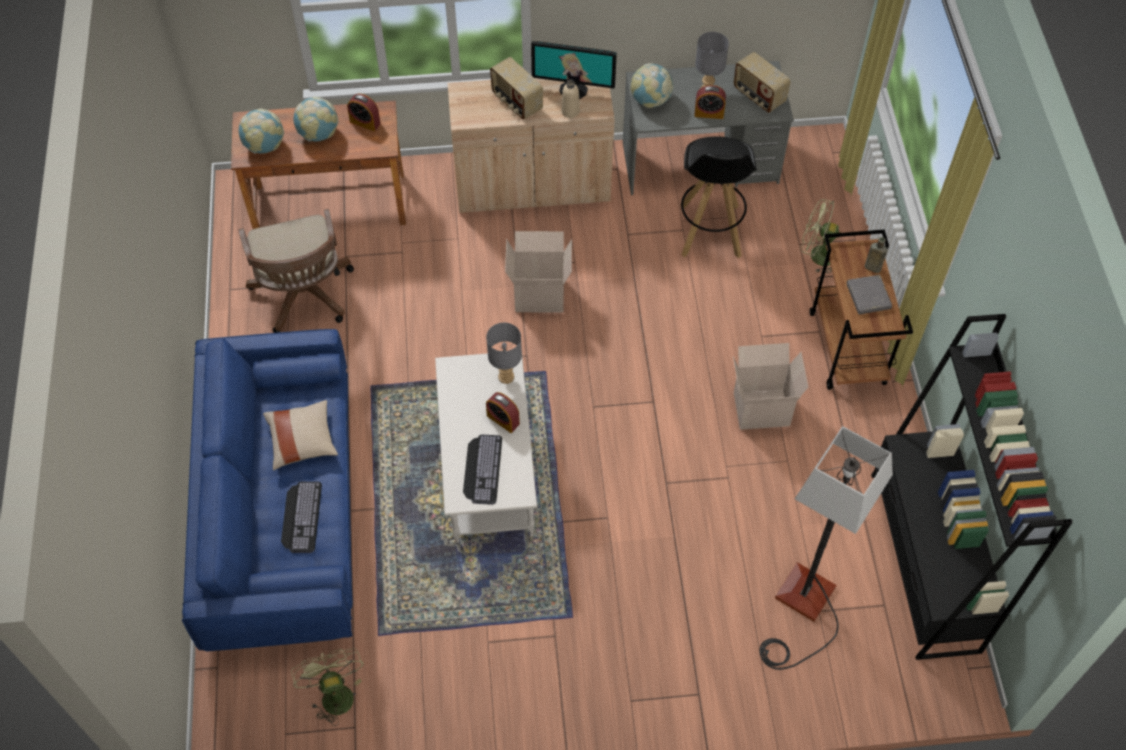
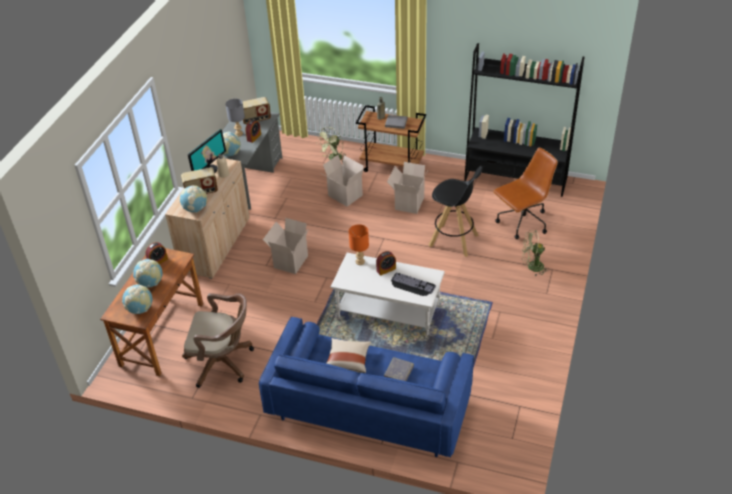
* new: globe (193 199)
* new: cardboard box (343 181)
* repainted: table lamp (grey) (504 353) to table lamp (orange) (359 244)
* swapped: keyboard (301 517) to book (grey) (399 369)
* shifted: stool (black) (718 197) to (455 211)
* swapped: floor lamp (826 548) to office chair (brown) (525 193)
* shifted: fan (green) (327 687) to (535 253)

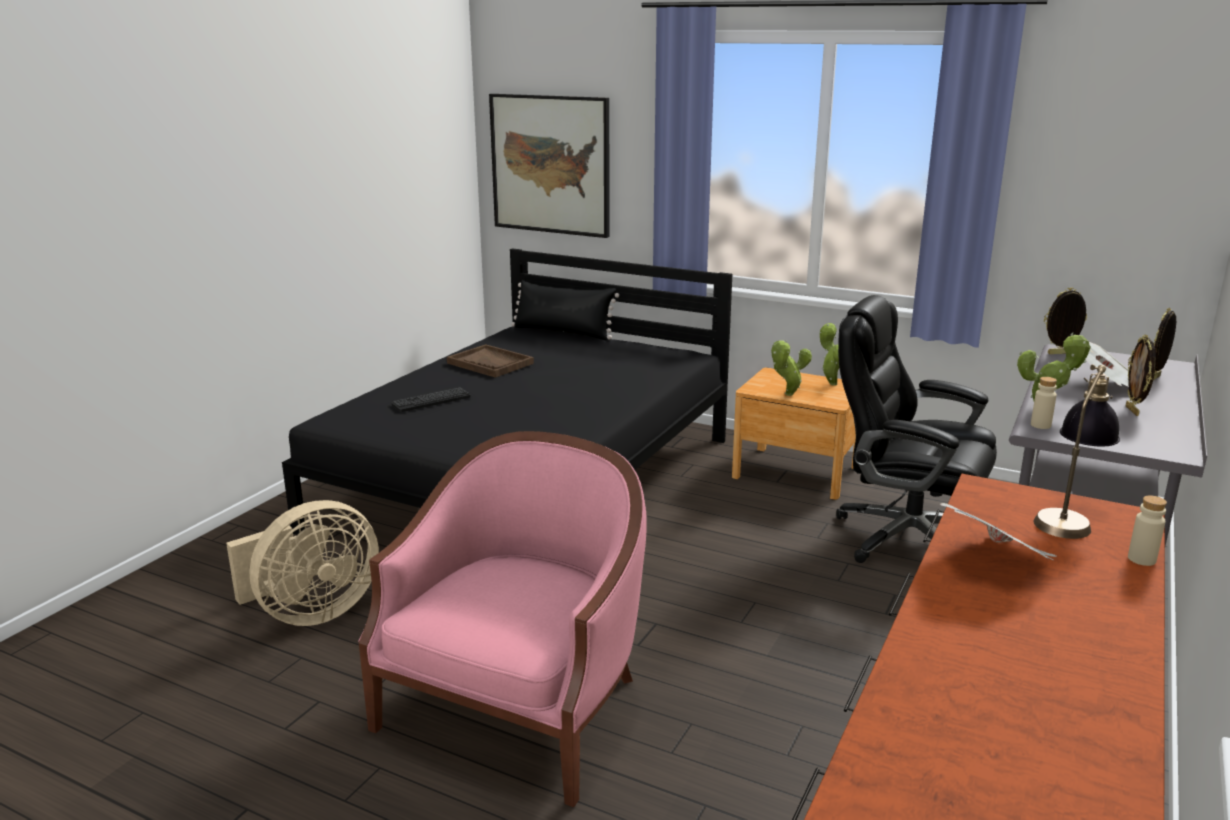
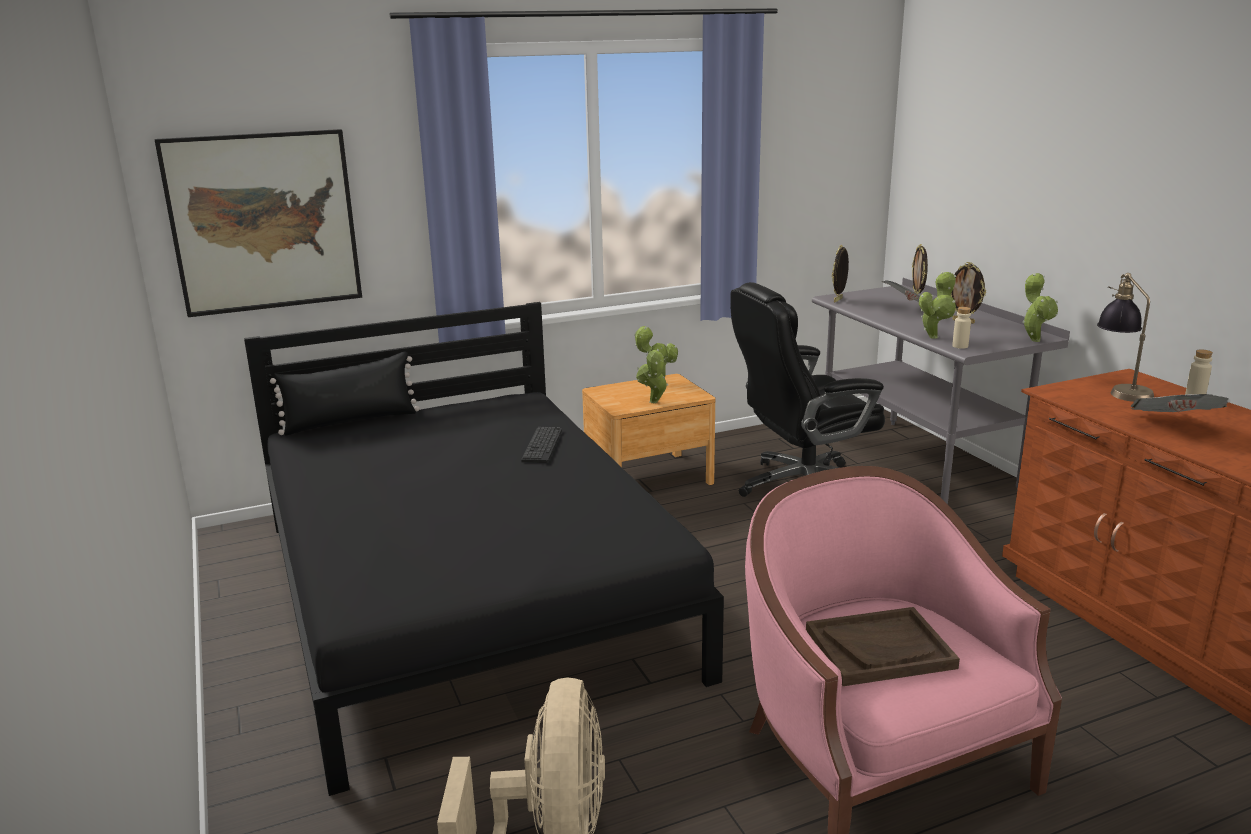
* shifted: keyboard (431 399) to (541 445)
* shifted: tray (brown) (490 361) to (883 646)
* new: potted plant (1040 307)

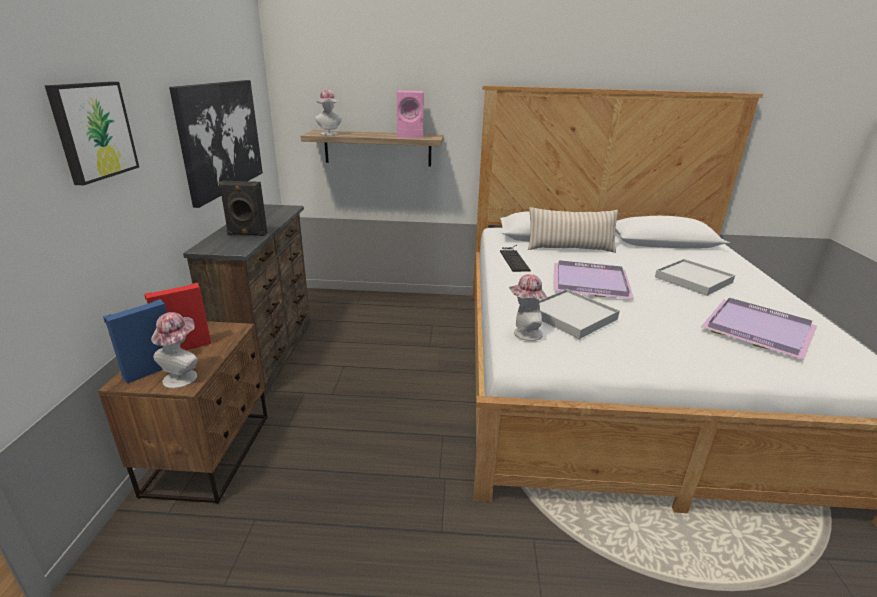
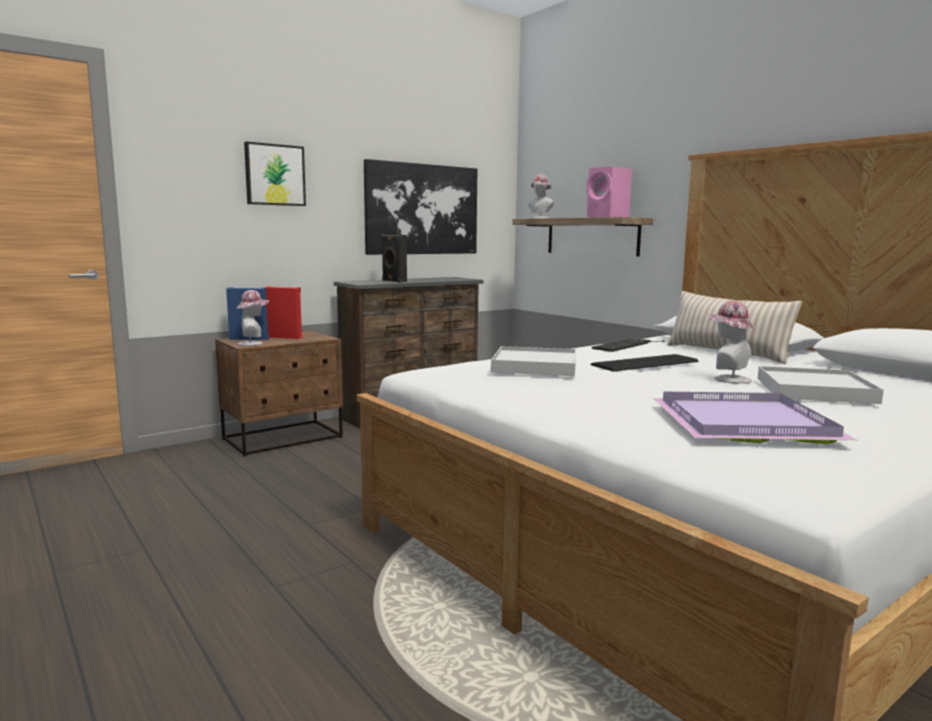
* swapped: tray (purple) (593 279) to keyboard (644 362)
* shifted: hat (528 307) to (731 342)

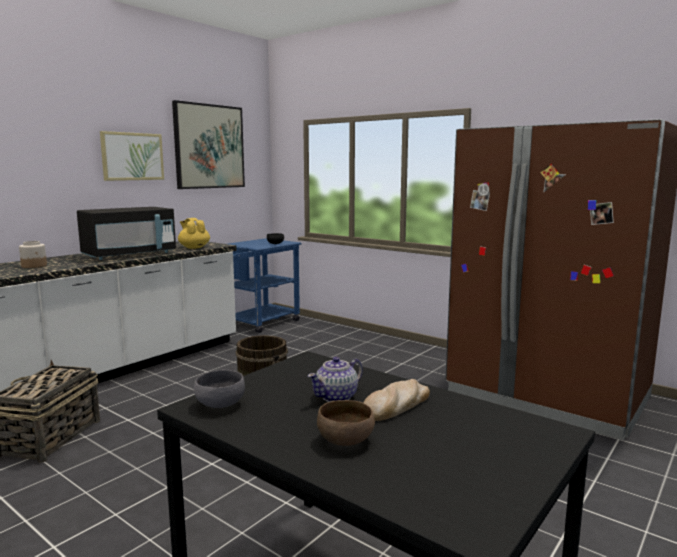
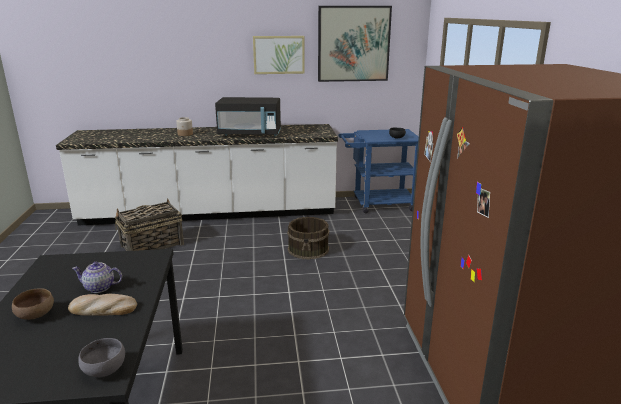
* shifted: bowl (grey) (219 389) to (101 357)
* gone: teapot (yellow) (194 233)

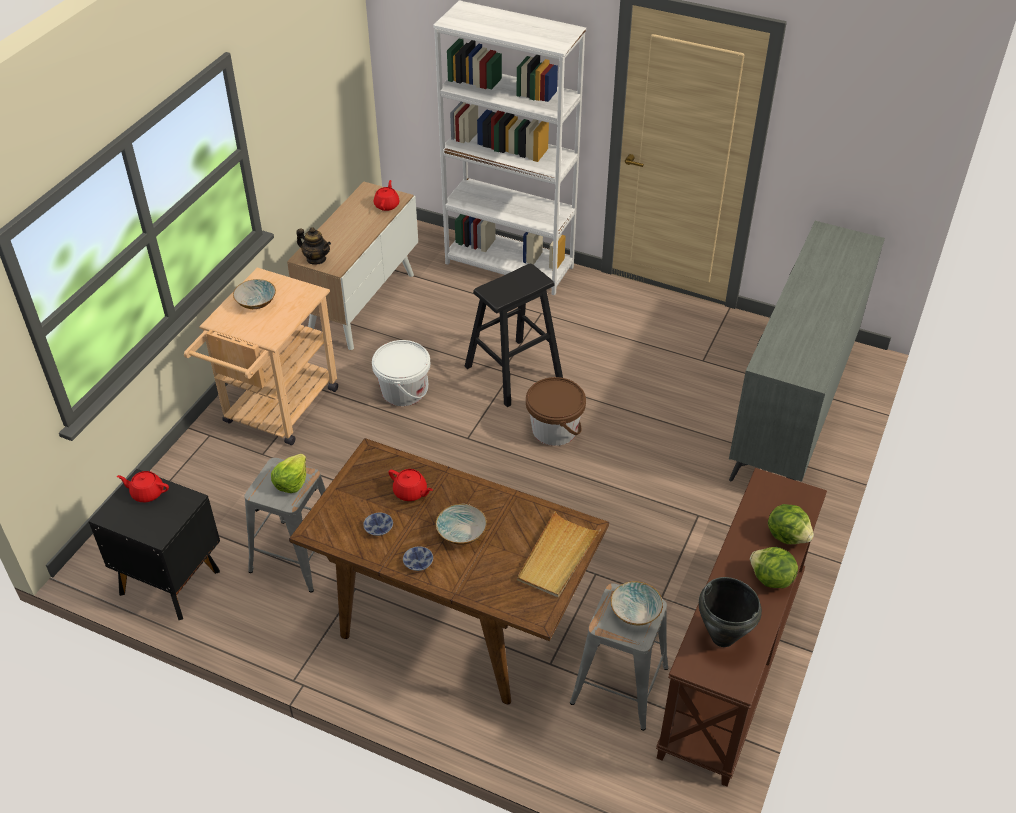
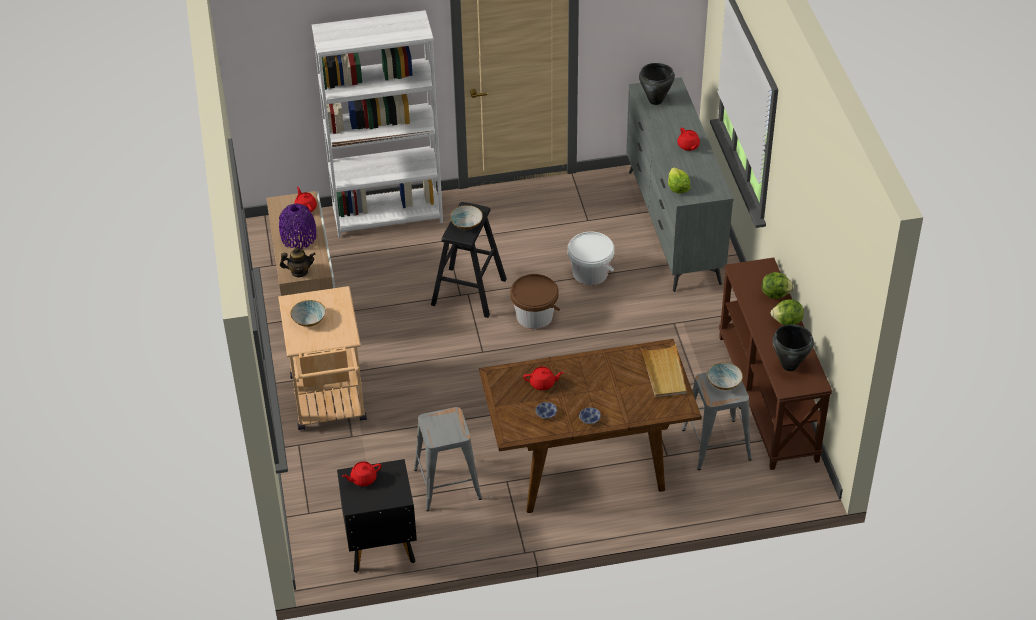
* new: vase (purple) (297 226)
* shifted: bowl (461 524) to (466 217)
* shifted: bucket (white) (401 373) to (591 258)
* new: cooking pot (black) (657 84)
* shifted: lettuce (288 473) to (679 180)
* new: teapot (red) (688 139)

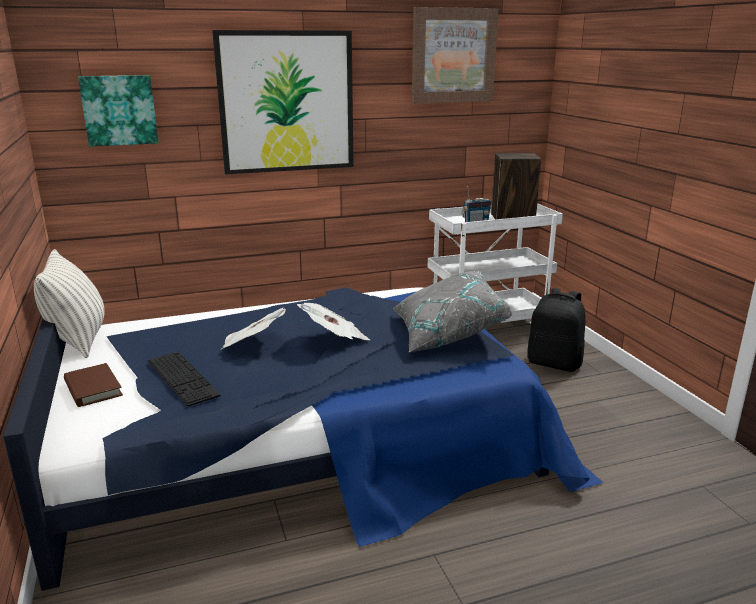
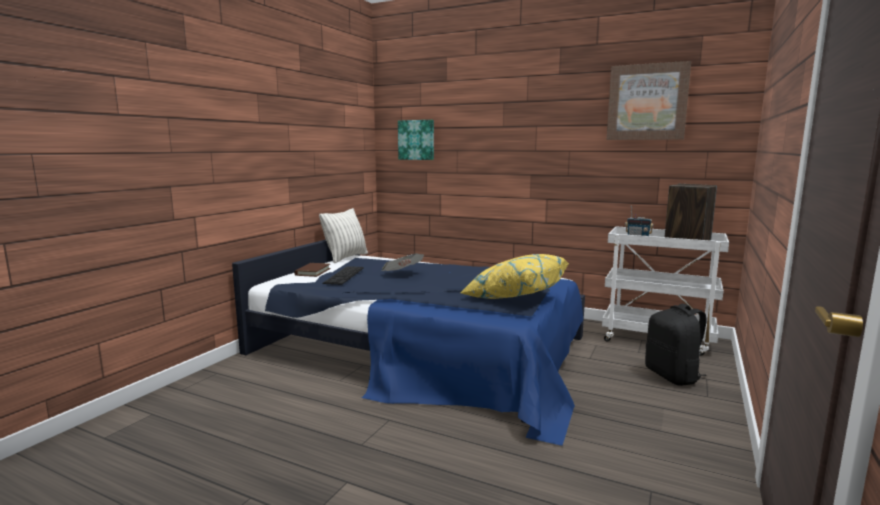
* repainted: pillow (grey) (453 311) to pillow (yellow) (515 276)
* gone: picture (283 102)
* gone: newspaper (334 321)

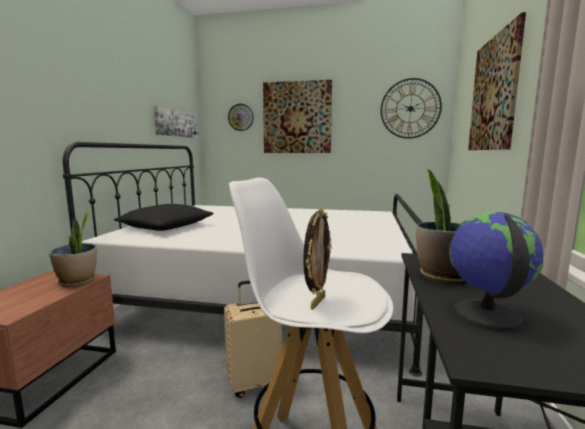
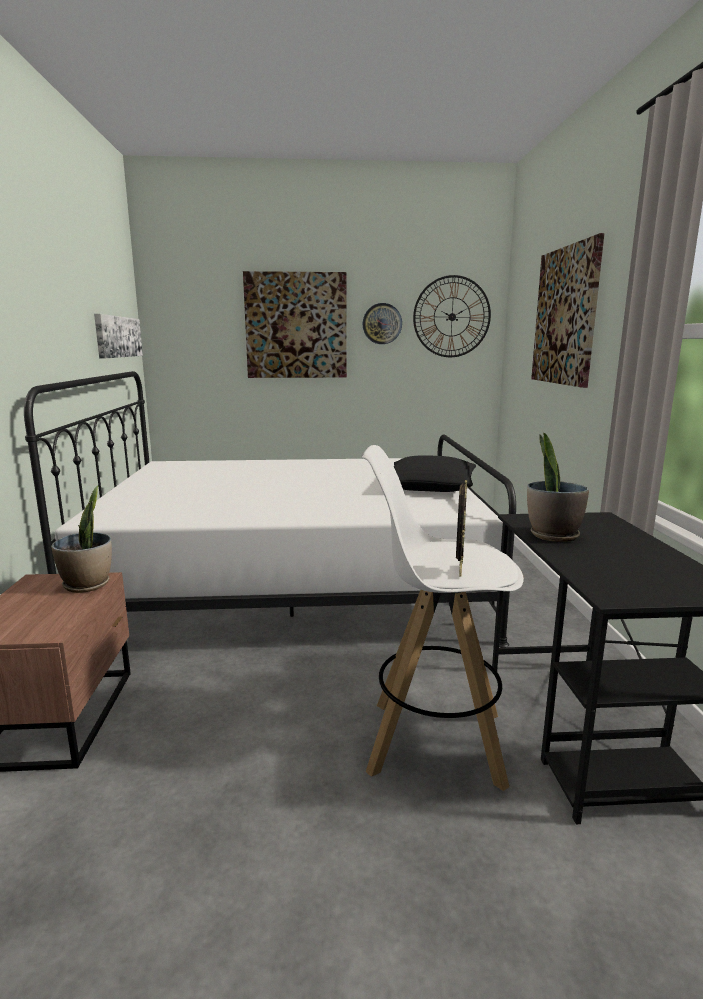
* shifted: wall clock (241 117) to (382 323)
* shifted: pillow (black) (164 217) to (435 473)
* gone: suitcase (beige) (253 339)
* gone: globe (496 271)

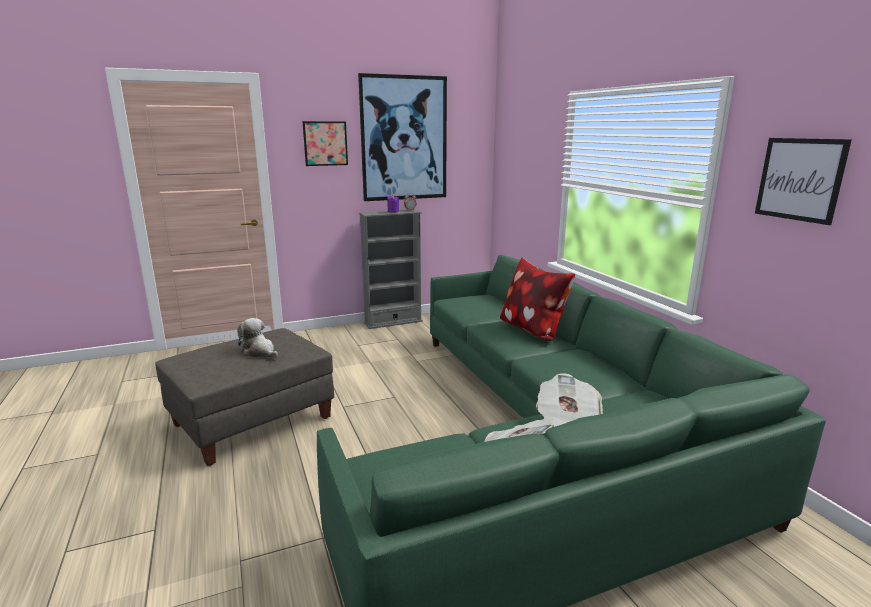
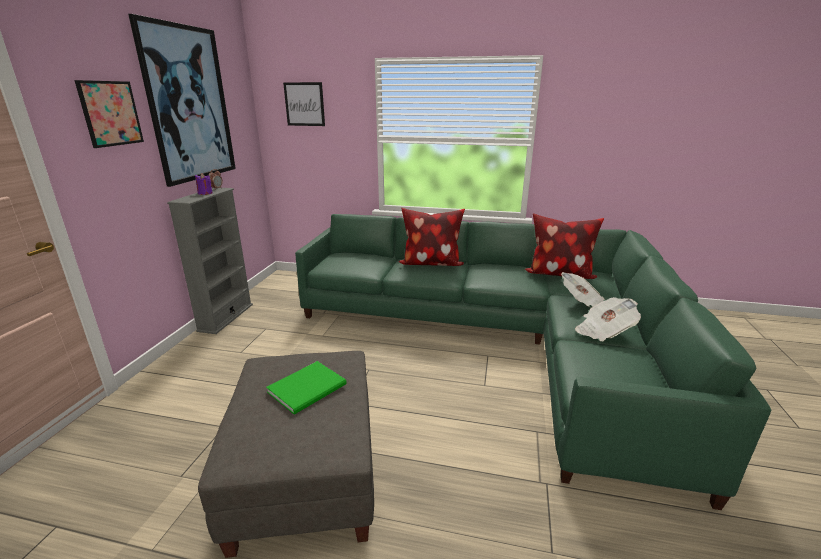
* swapped: plush toy (257 338) to book (green) (306 388)
* shifted: picture (803 181) to (304 104)
* new: pillow (564 246)

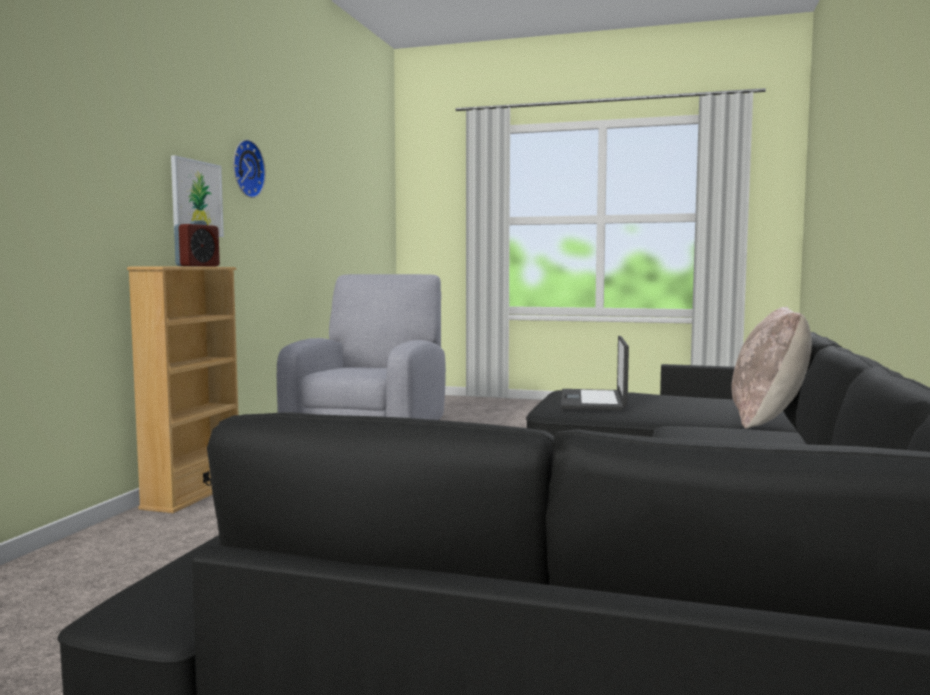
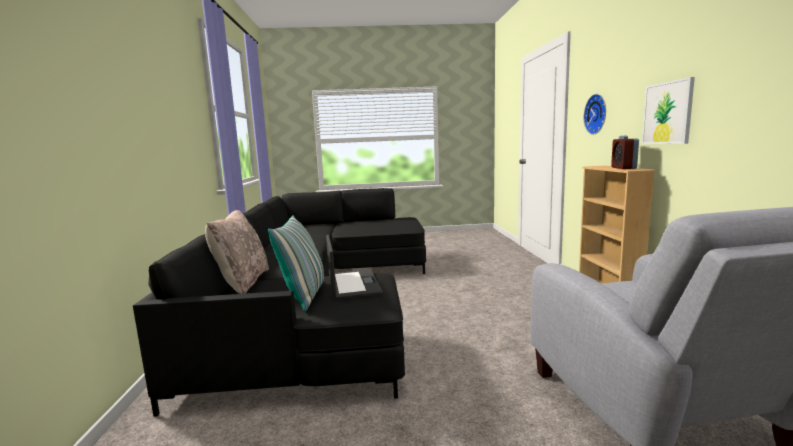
* new: pillow (296 263)
* shifted: wall clock (249 168) to (595 114)

